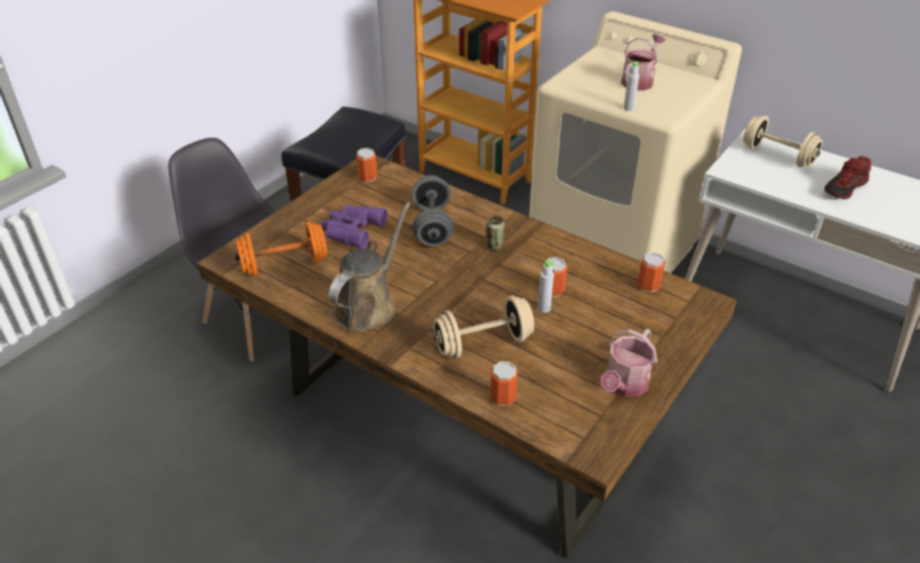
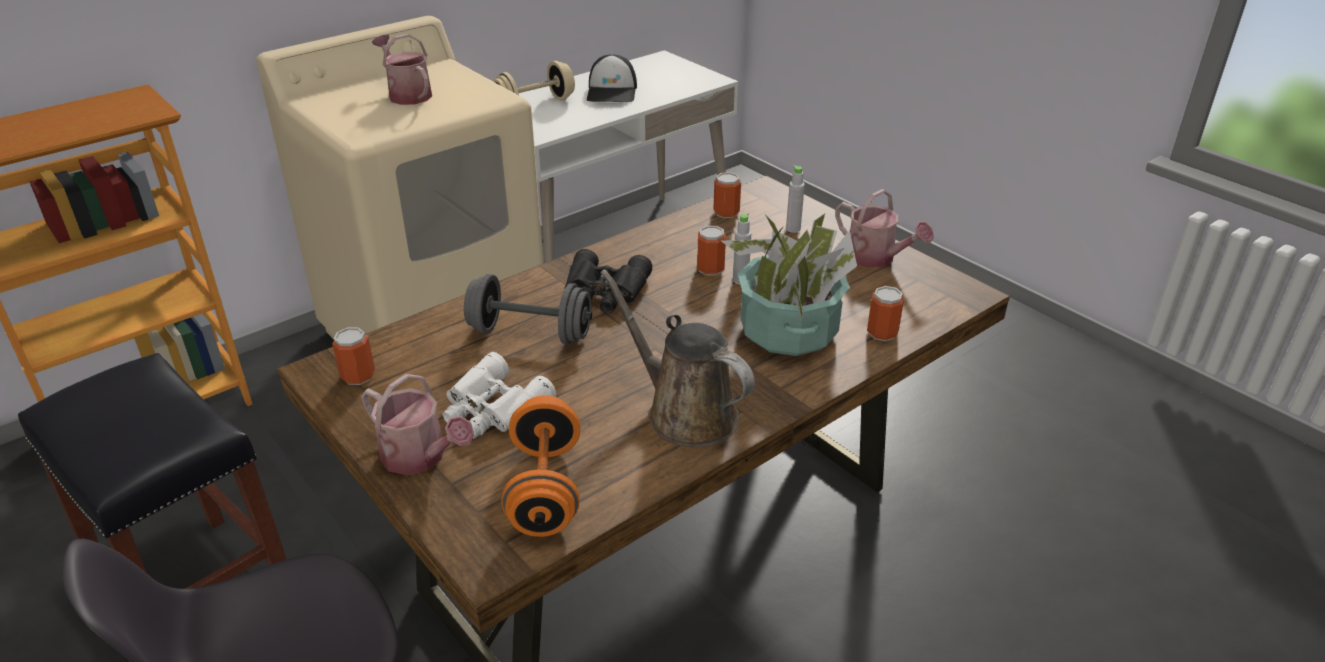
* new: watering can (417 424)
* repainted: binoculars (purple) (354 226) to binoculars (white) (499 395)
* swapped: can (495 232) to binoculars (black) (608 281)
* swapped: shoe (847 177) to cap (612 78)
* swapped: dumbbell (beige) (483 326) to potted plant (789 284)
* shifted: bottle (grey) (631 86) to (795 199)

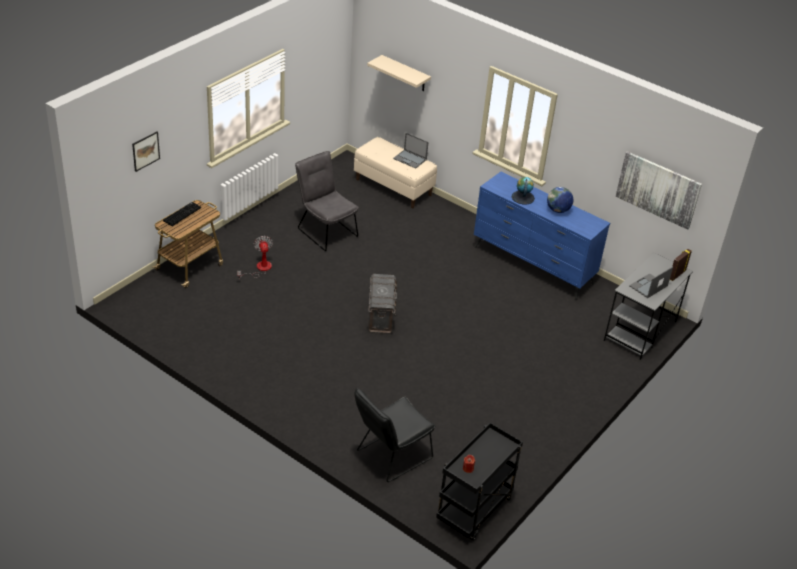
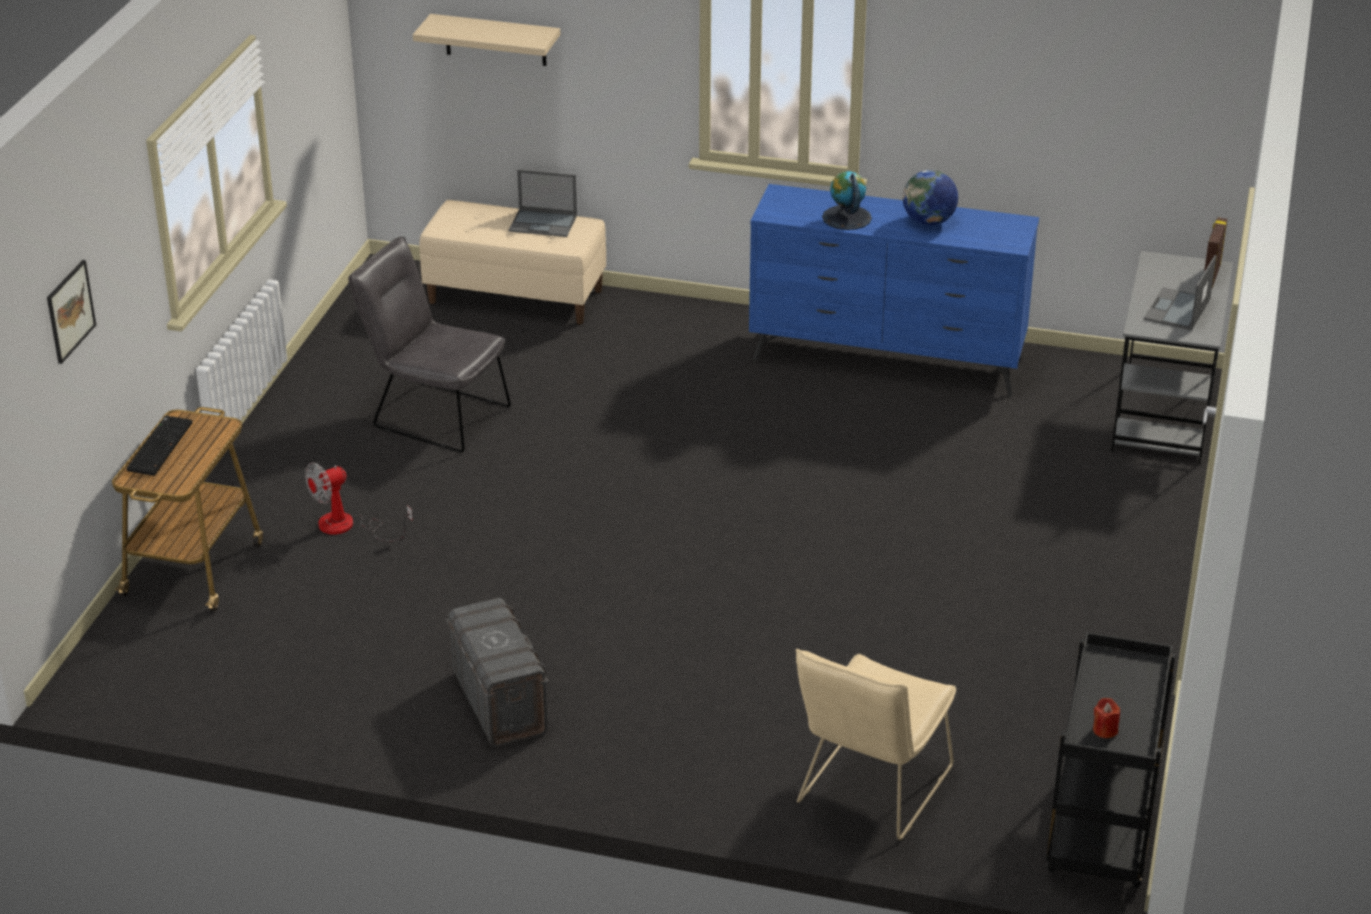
* rotated: fan (255 257) = (359 502) 90 degrees counterclockwise
* shifted: storage box (grey) (382 304) to (497 672)
* repainted: chair (black) (394 435) to chair (beige) (876 744)
* gone: picture (659 190)

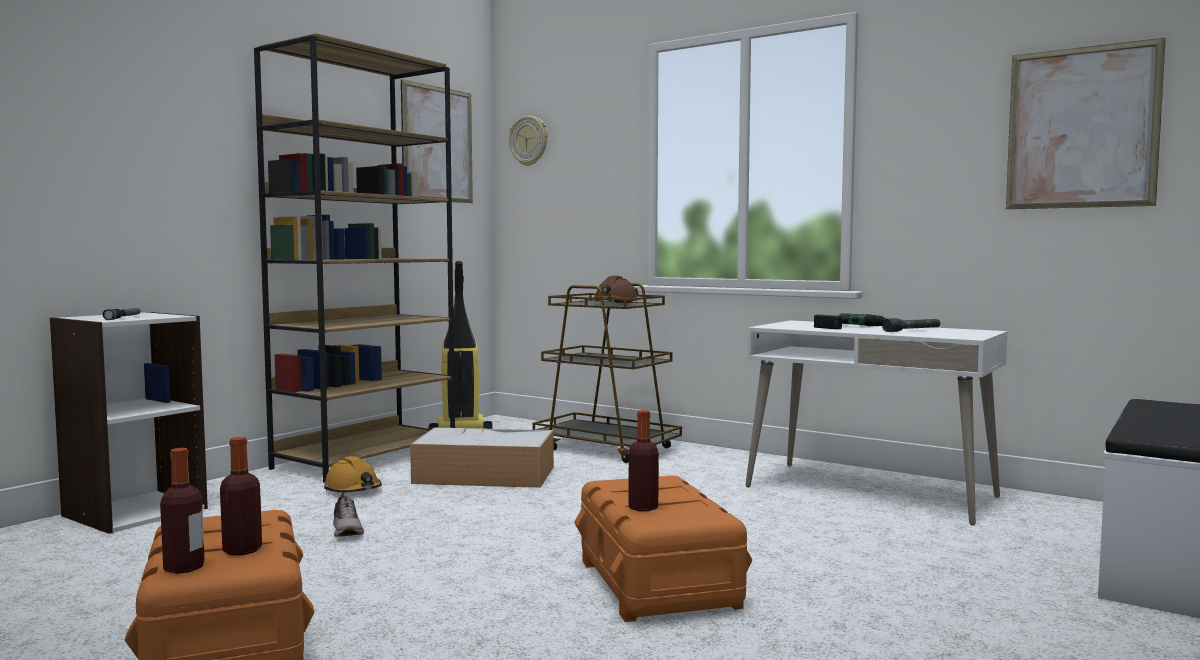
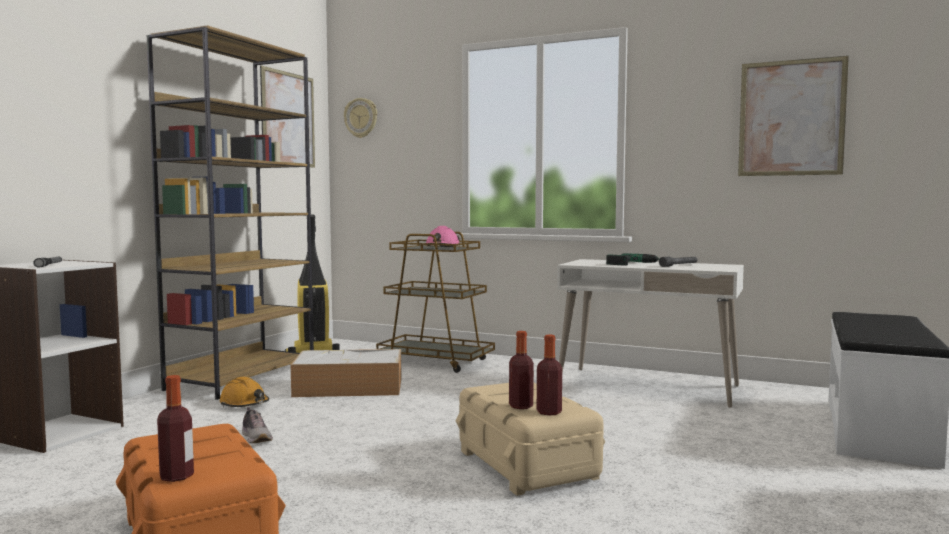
* repainted: hard hat (brown) (616 289) to hard hat (pink) (443 236)
* repainted: storage box (orange) (663 548) to storage box (beige) (530 439)
* shifted: bottle (241 496) to (549 375)

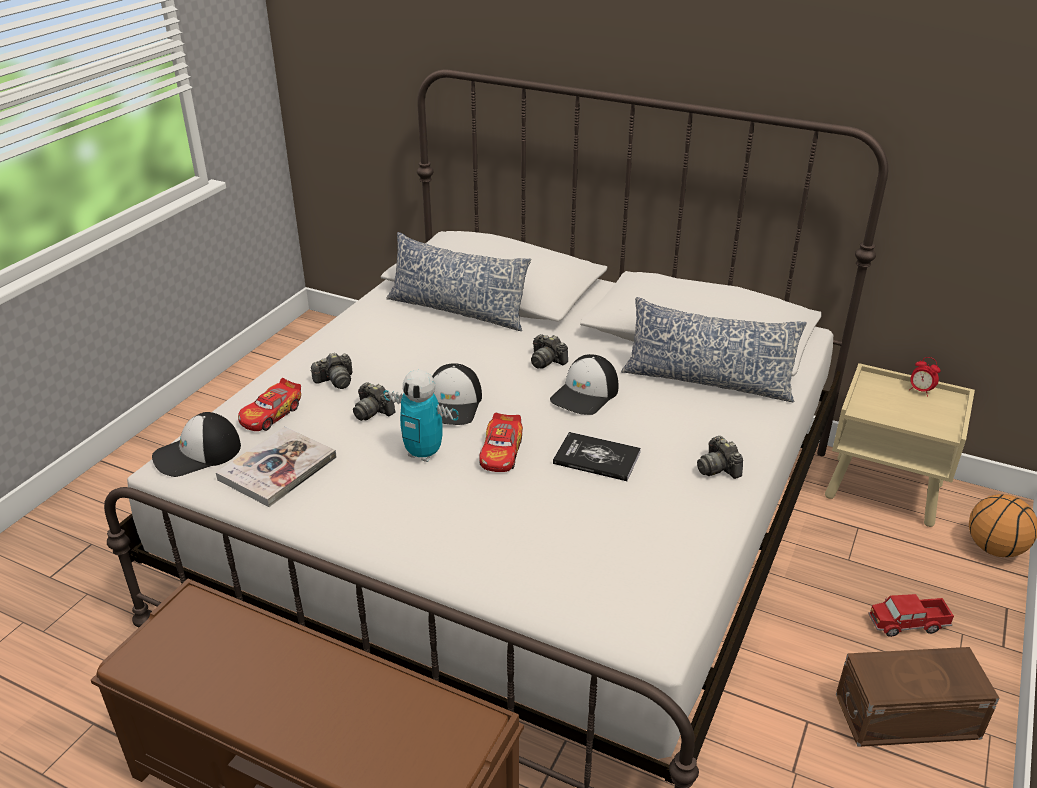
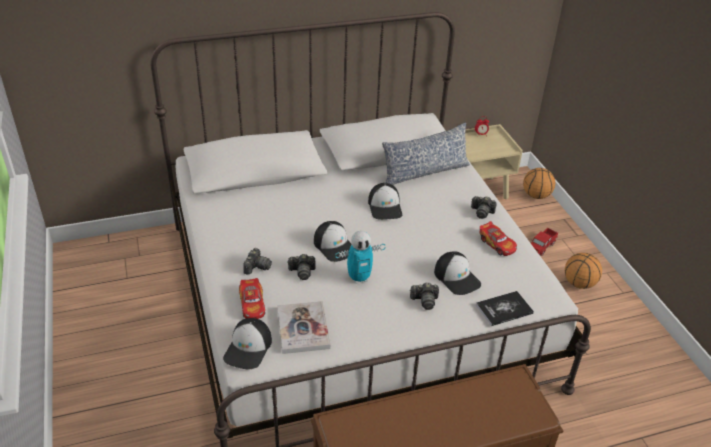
* shifted: photo camera (549 351) to (424 296)
* new: cap (457 273)
* shifted: book (597 456) to (505 308)
* shifted: toy car (501 442) to (498 238)
* swapped: storage box (brown) (917 697) to basketball (583 271)
* gone: pillow (458 281)

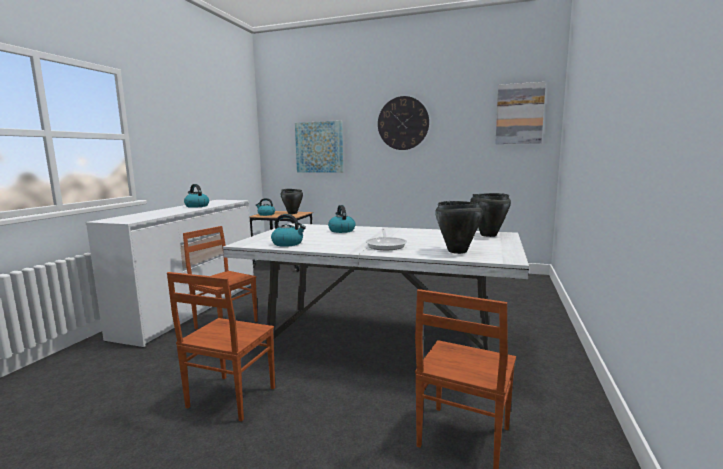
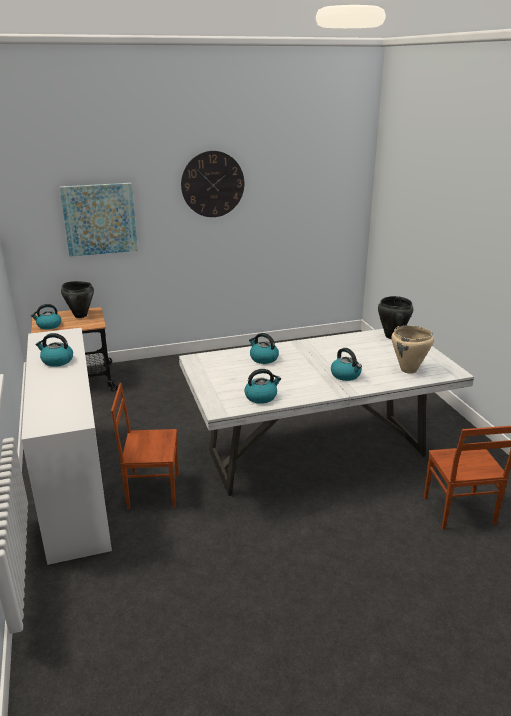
* swapped: frying pan (386 239) to kettle (346 364)
* repainted: cooking pot (black) (459 227) to cooking pot (beige) (413 349)
* gone: chair (brown) (221 346)
* gone: picture (520 113)

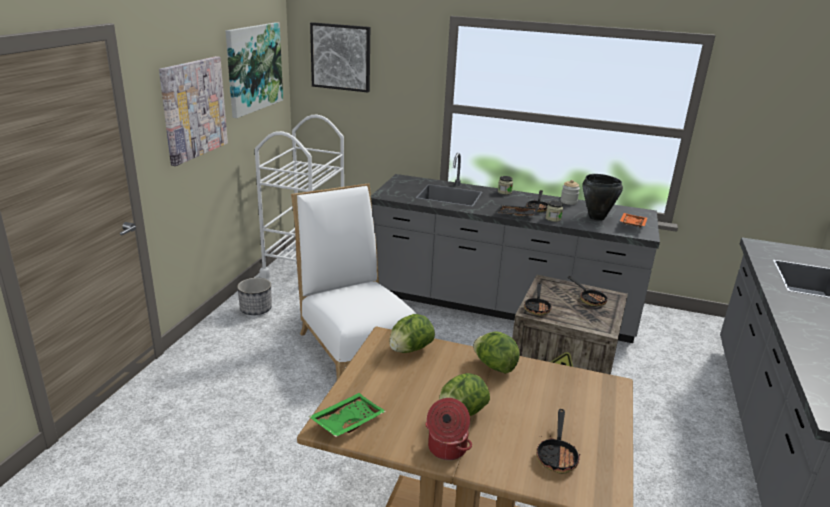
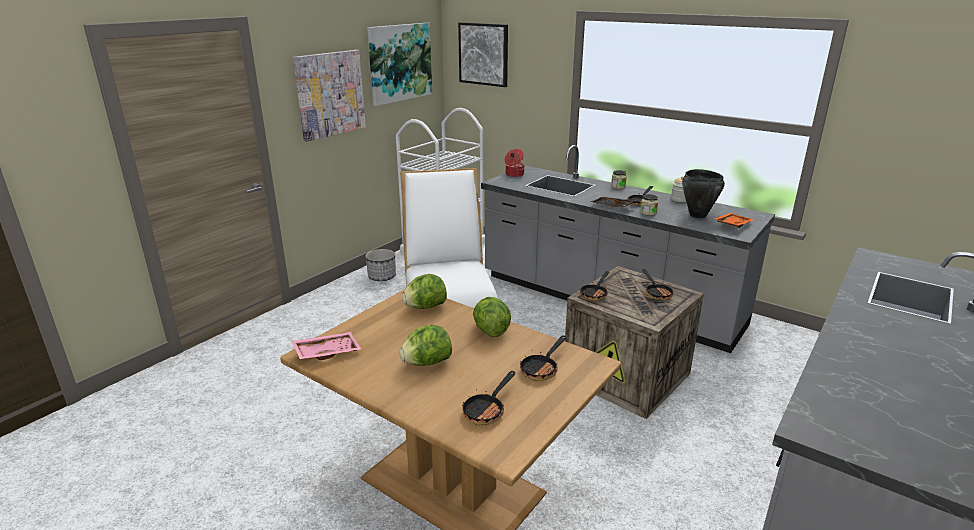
* repainted: tray (green) (347 415) to tray (pink) (326 346)
* shifted: cooking pot (448 429) to (514 163)
* new: frying pan (543 358)

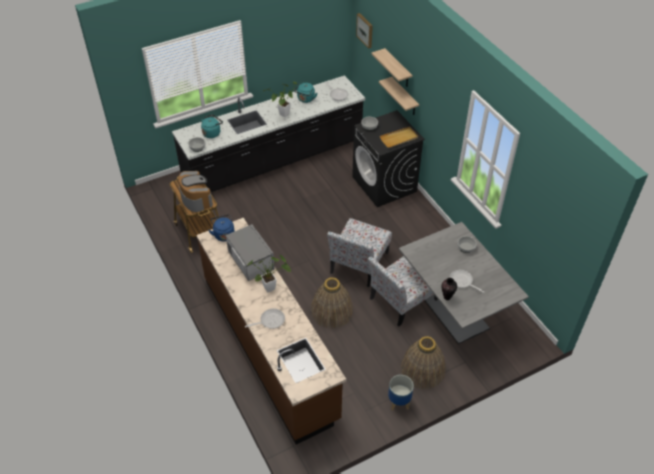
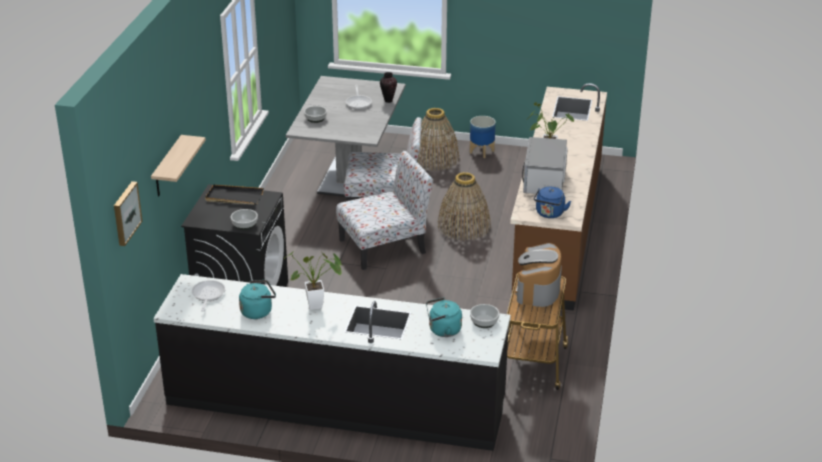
* repainted: tray (beige) (399 137) to tray (black) (234 194)
* gone: frying pan (265 318)
* gone: shelf (399 96)

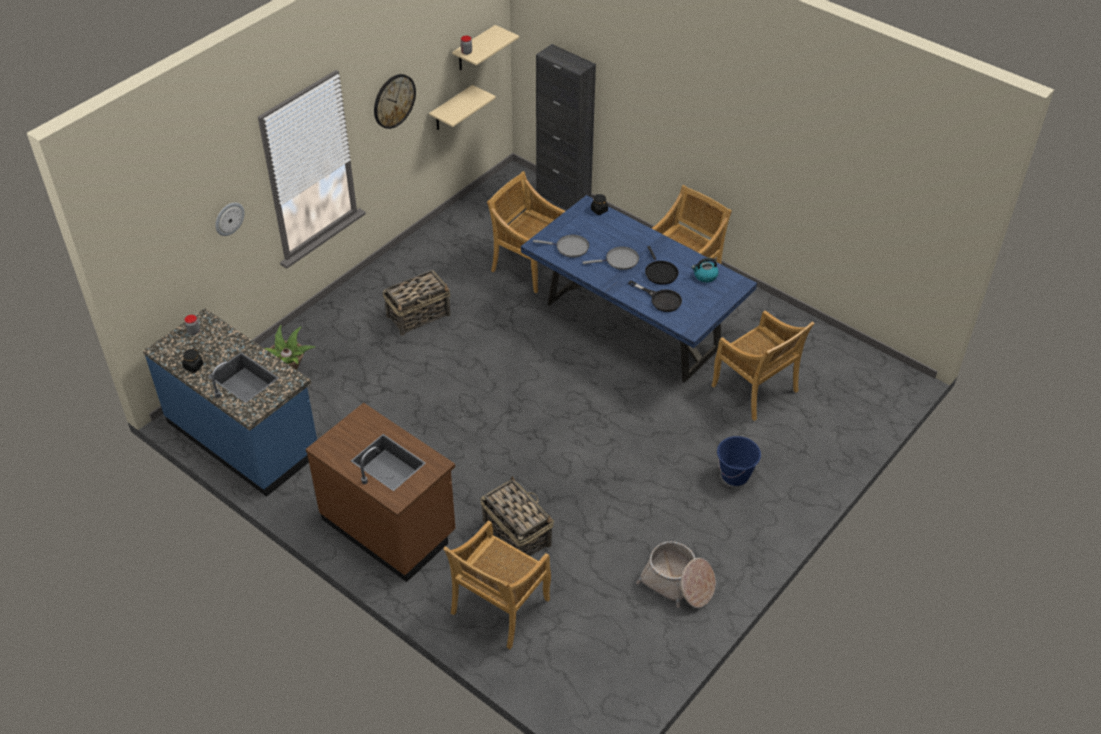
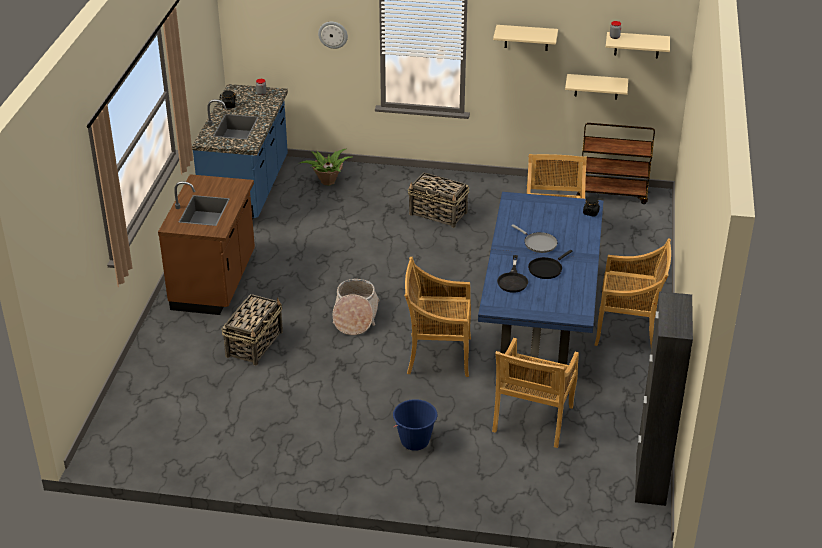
* shifted: basket (676 574) to (356 307)
* shifted: chair (beige) (497 585) to (438 317)
* swapped: wall clock (395 101) to shelf (beige) (525 38)
* new: cart (brown) (615 163)
* shifted: cabinet (black) (566 127) to (664 398)
* gone: frying pan (grey) (561 246)
* gone: kettle (705 270)

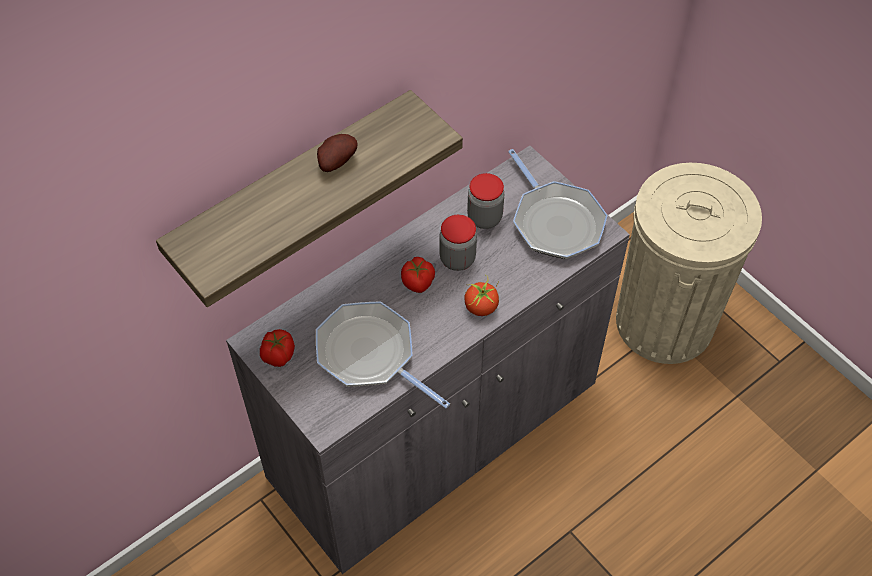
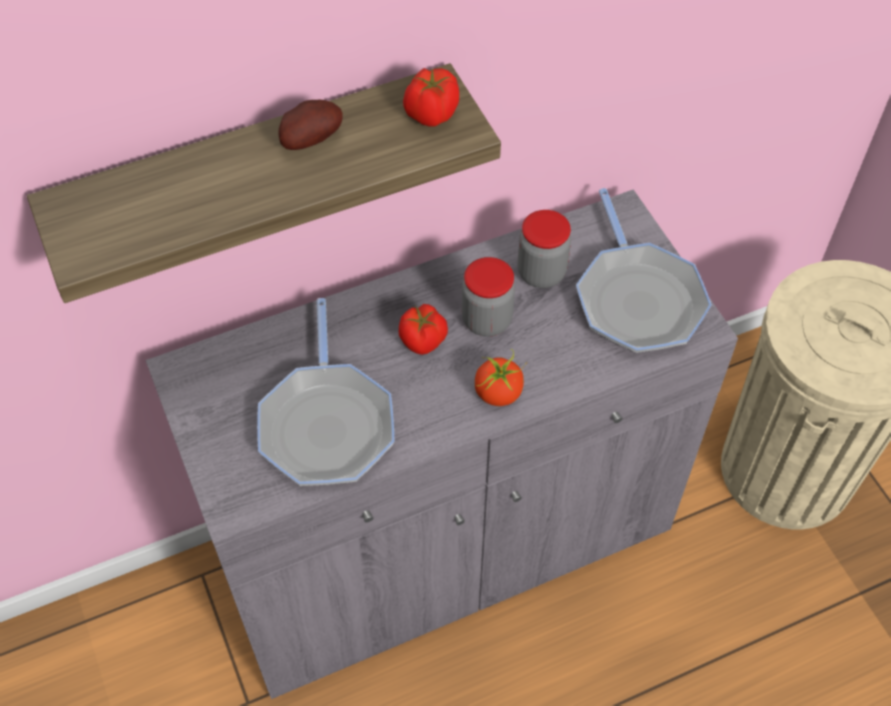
* rotated: frying pan (383 354) = (326 392) 150 degrees counterclockwise
* shifted: tomato (277 348) to (431 97)

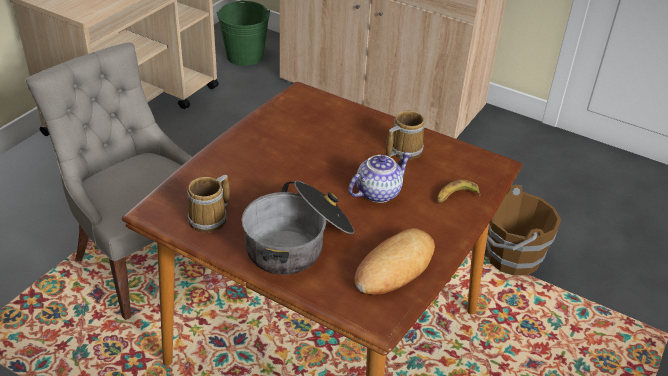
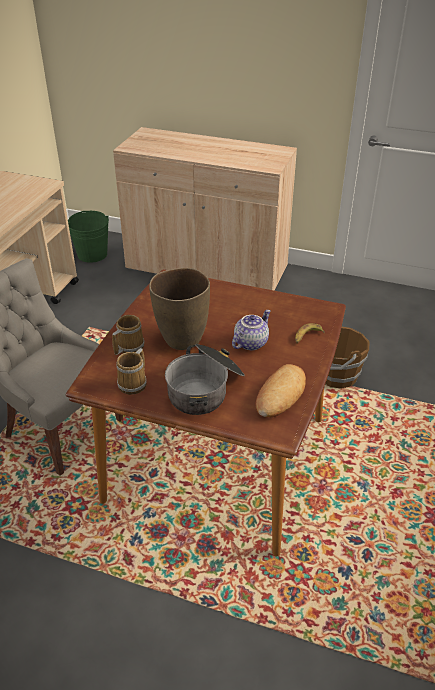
* shifted: mug (405 135) to (128 335)
* new: vase (brown) (179 309)

